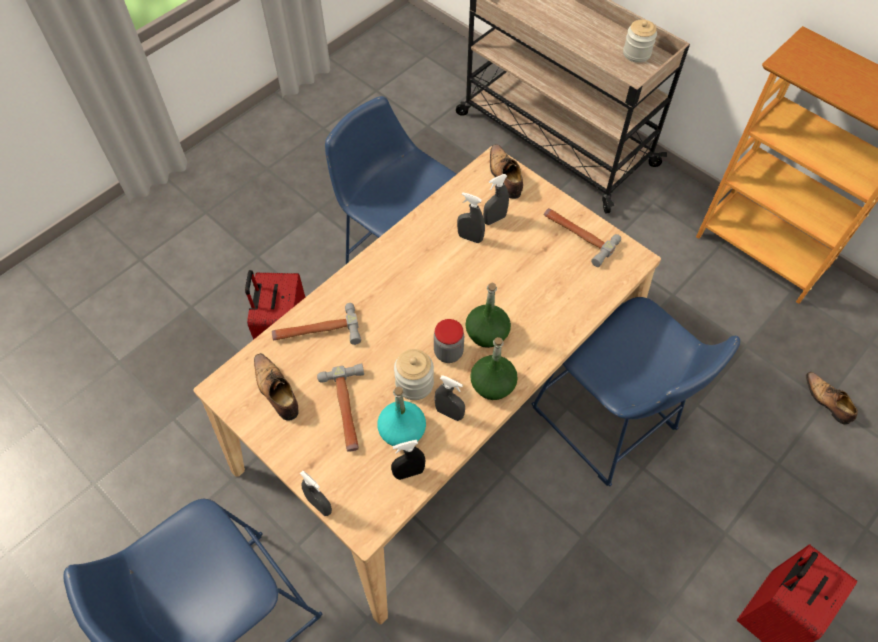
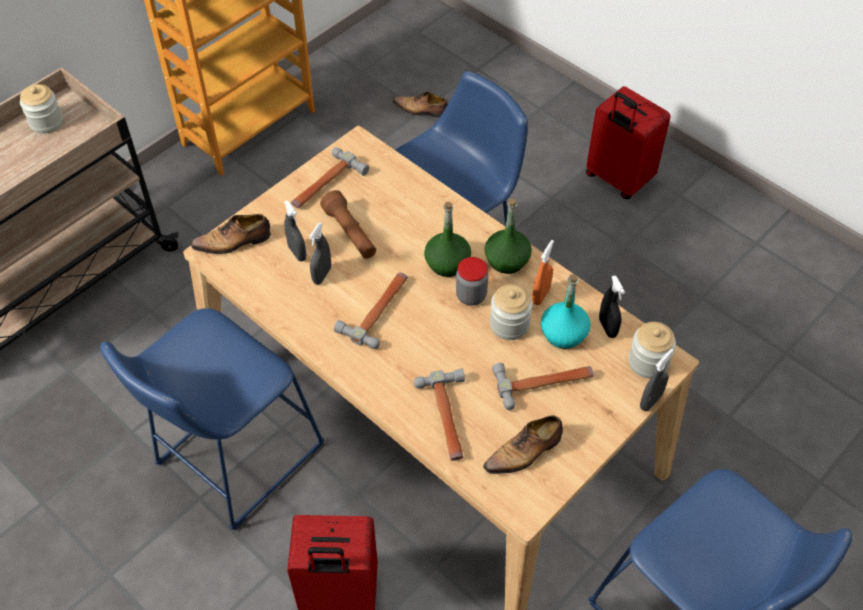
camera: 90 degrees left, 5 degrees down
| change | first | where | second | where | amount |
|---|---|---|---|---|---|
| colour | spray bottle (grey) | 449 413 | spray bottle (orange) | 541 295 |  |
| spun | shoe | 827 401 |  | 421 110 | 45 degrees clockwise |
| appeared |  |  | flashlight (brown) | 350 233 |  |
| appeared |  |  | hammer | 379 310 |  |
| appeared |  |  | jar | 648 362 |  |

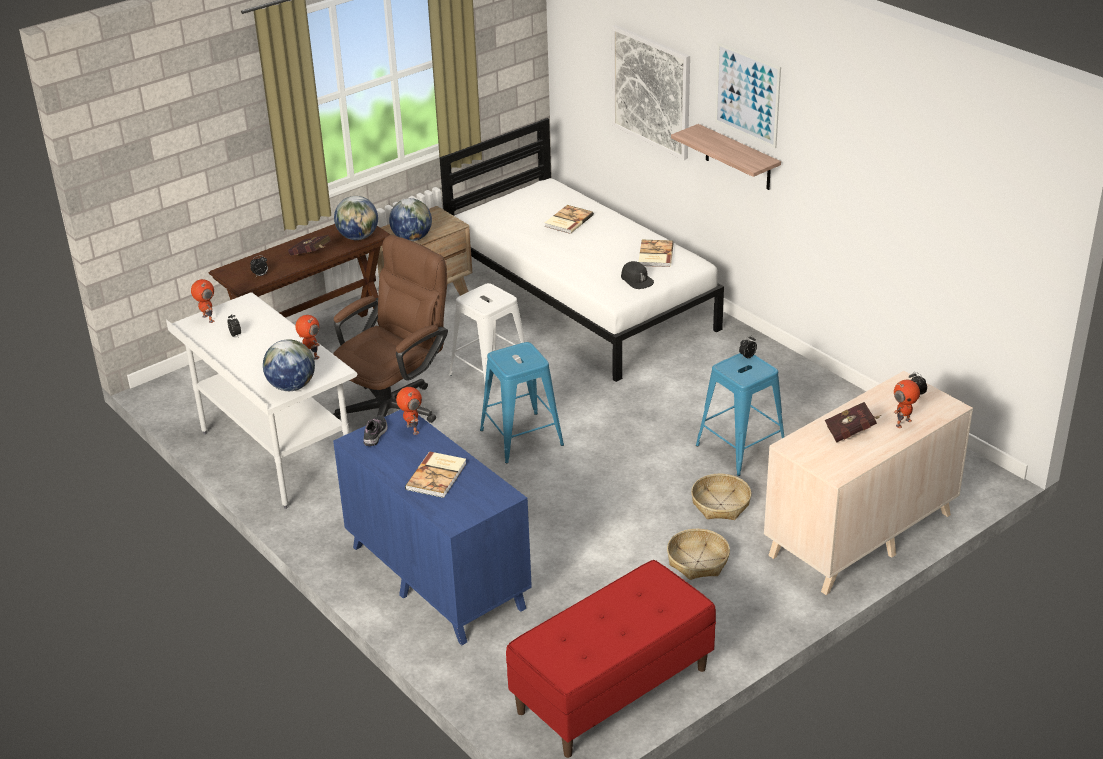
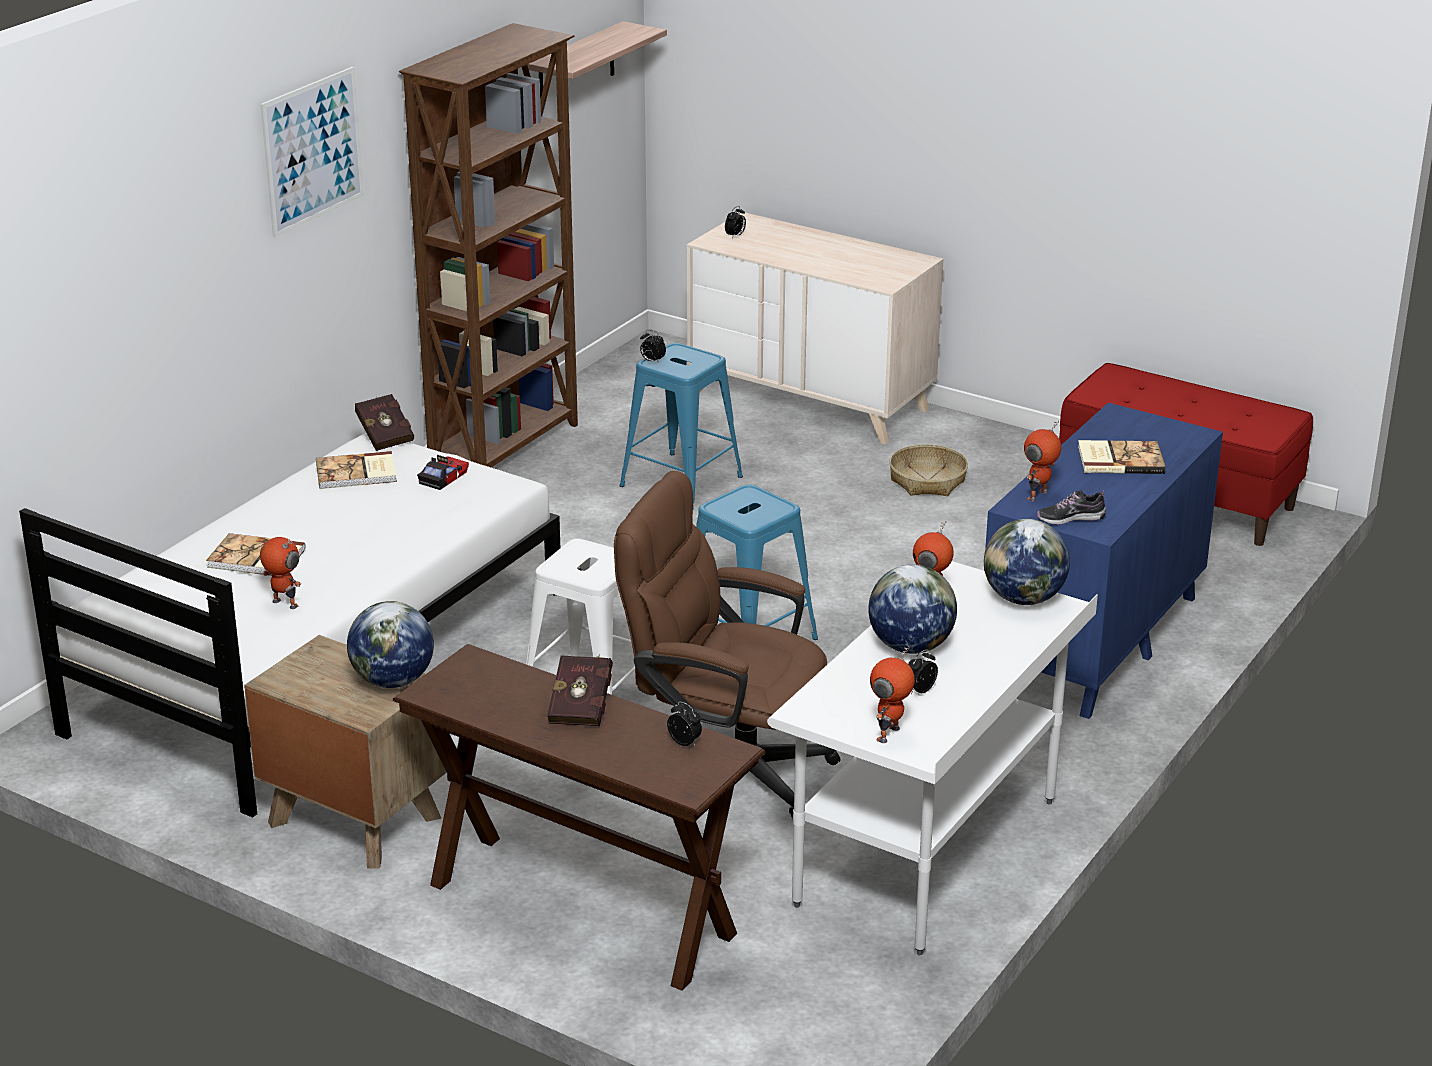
camera: 110 degrees left, 5 degrees down
| change | first | where | second | where | amount |
|---|---|---|---|---|---|
| relocated | globe | 358 237 |  | 910 646 |  |
| missing | picture | 651 91 |  |  |  |
| exchanged | cap (black) | 637 280 | toy car | 443 477 |  |
| relocated | shelf | 738 158 |  | 576 66 |  |
| missing | basket | 720 504 |  |  |  |
| relocated | book (red) | 852 432 |  | 385 435 |  |
| relocated | toy robot | 902 422 |  | 284 604 |  |
| appeared |  |  | bookcase (brown) | 507 447 |  |

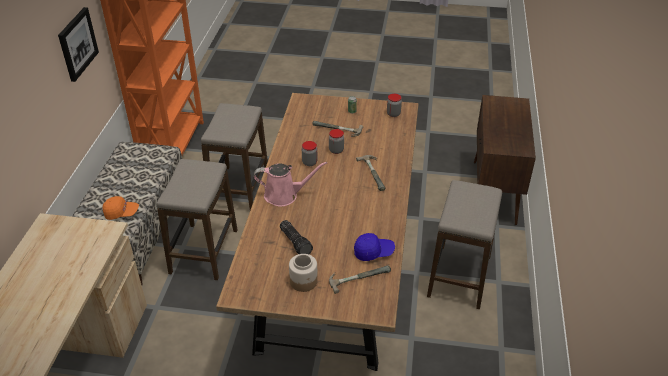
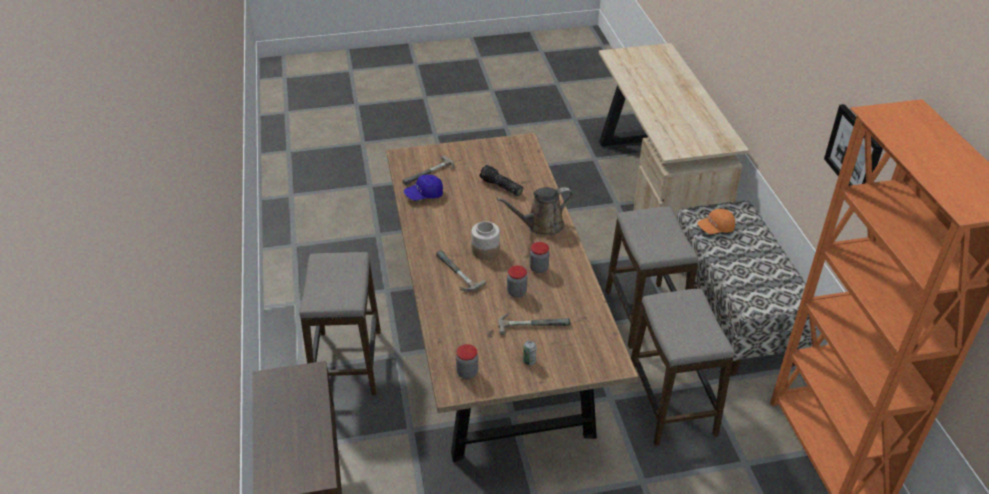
camera: 160 degrees right, 0 degrees up
| change | first | where | second | where | amount |
|---|---|---|---|---|---|
| colour | watering can (pink) | 284 195 | watering can (brown) | 541 225 |  |
| relocated | jar | 304 281 |  | 485 250 |  |

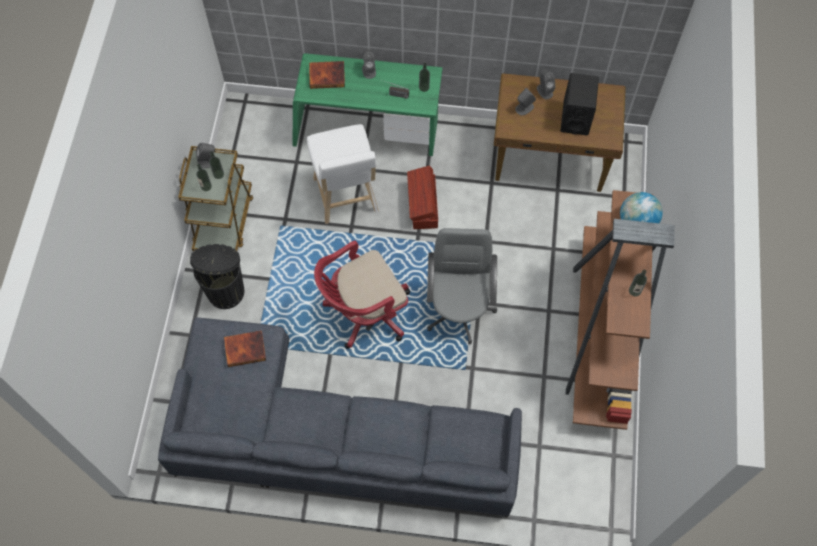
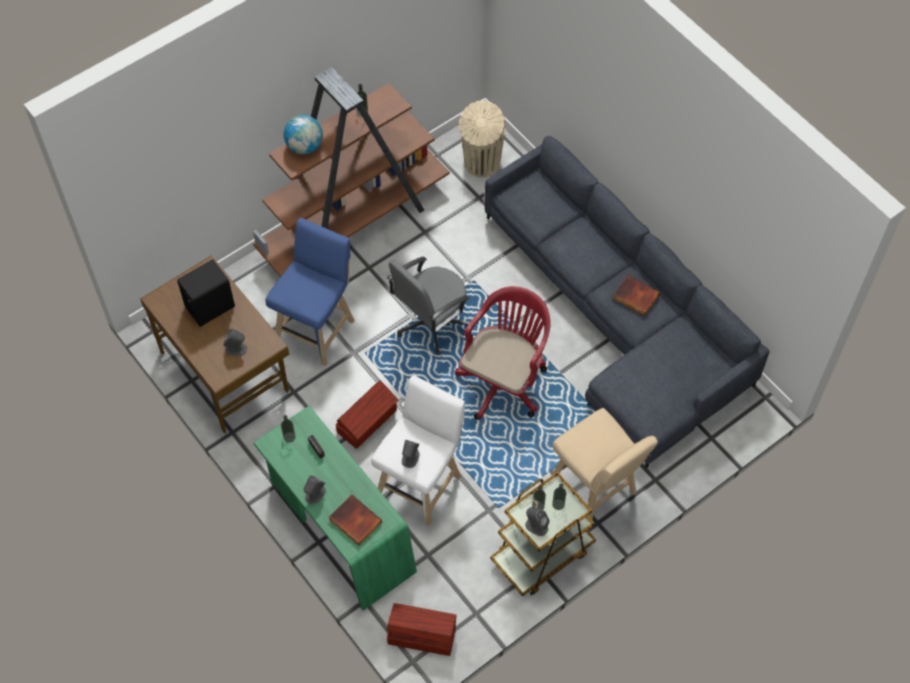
camera: 135 degrees left, 5 degrees down
| change | first | where | second | where | amount |
|---|---|---|---|---|---|
| exchanged | trash can (black) | 226 291 | stool (beige) | 595 491 |  |
| relocated | book | 245 348 |  | 635 297 |  |
| spun | office chair (red) | 364 313 |  | 504 380 | 75 degrees counterclockwise |
| relocated | speaker (grey) | 544 91 |  | 410 458 |  |
| appeared |  |  | stool (blue) | 317 328 |  |
| appeared |  |  | storage box (brown) | 421 635 |  |
| appeared |  |  | trash can (beige) | 481 164 |  |

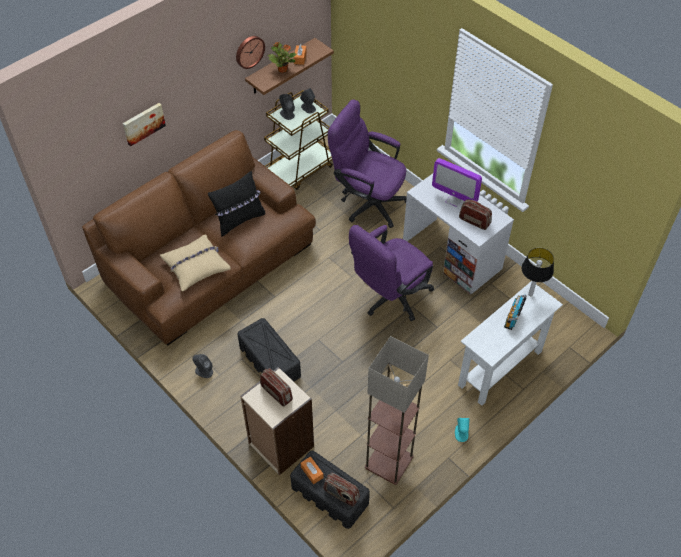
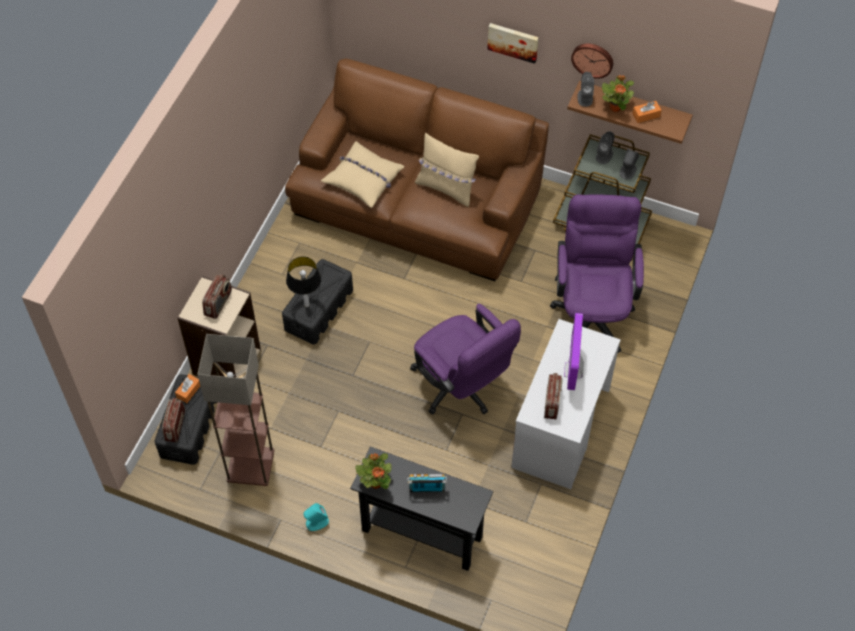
camera: 65 degrees right, 5 degrees up
| change | first | where | second | where | amount |
|---|---|---|---|---|---|
| relocated | picture | 143 123 |  | 513 41 |  |
| relocated | speaker (grey) | 203 371 |  | 585 97 |  |
| colour | pillow (black) | 239 220 | pillow (beige) | 446 188 |  |
| spun | office chair (purple) | 390 298 |  | 461 388 | 150 degrees counterclockwise |
| colour | console table (white) | 500 368 | console table (black) | 422 533 |  |
| relocated | table lamp | 530 294 |  | 307 304 |  |
| appeared |  |  | potted plant | 375 482 |  |

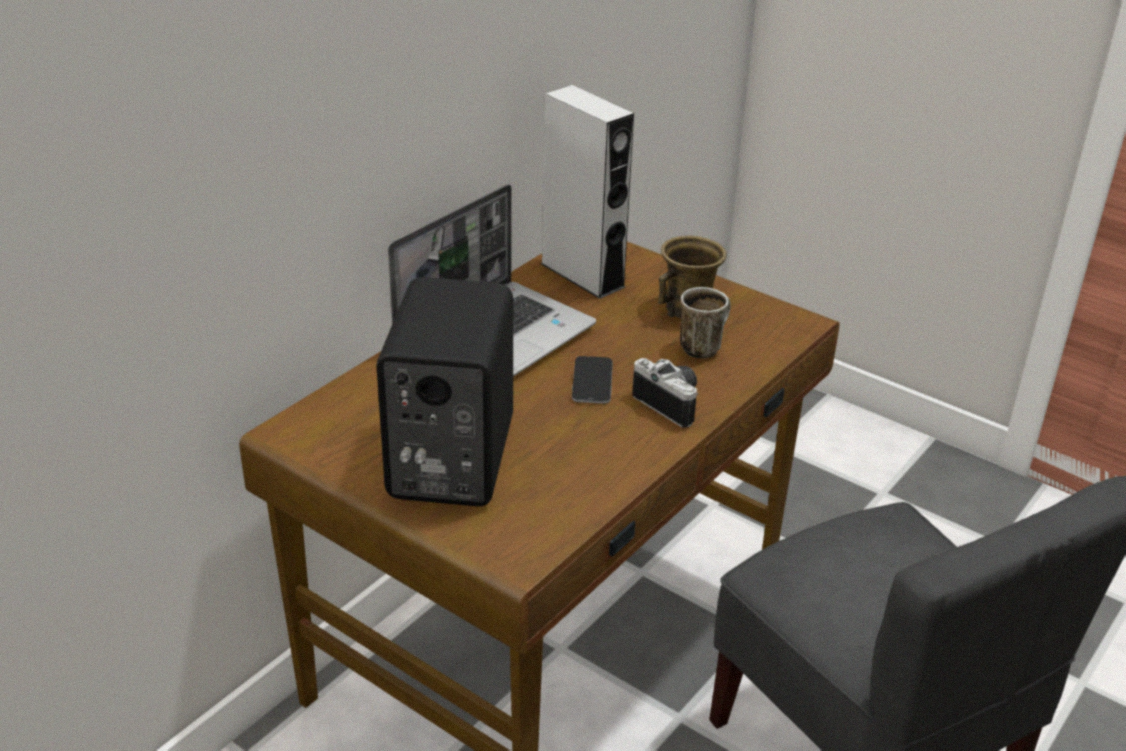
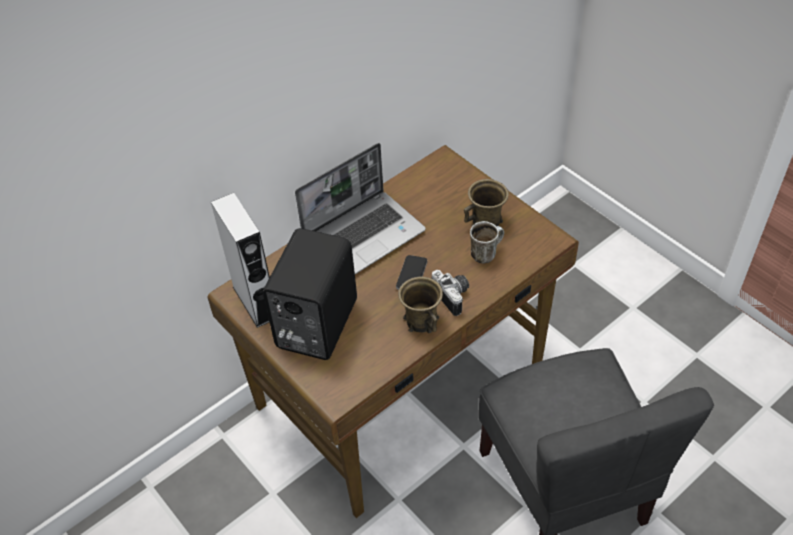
camera: 15 degrees right, 15 degrees up
| change | first | where | second | where | amount |
|---|---|---|---|---|---|
| relocated | speaker (grey) | 582 275 |  | 255 302 |  |
| appeared |  |  | mug (brown) | 421 320 |  |

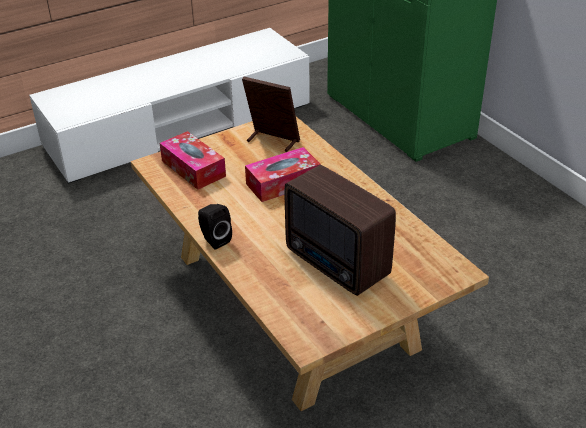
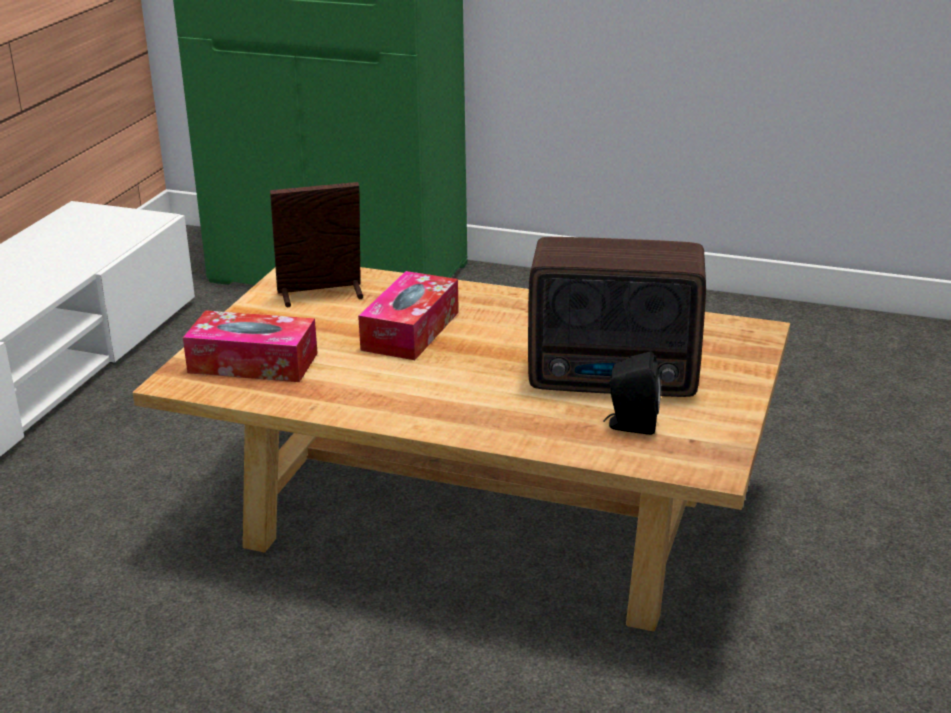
camera: 40 degrees left, 10 degrees down
| change | first | where | second | where | amount |
|---|---|---|---|---|---|
| relocated | speaker (black) | 214 239 |  | 630 425 |  |

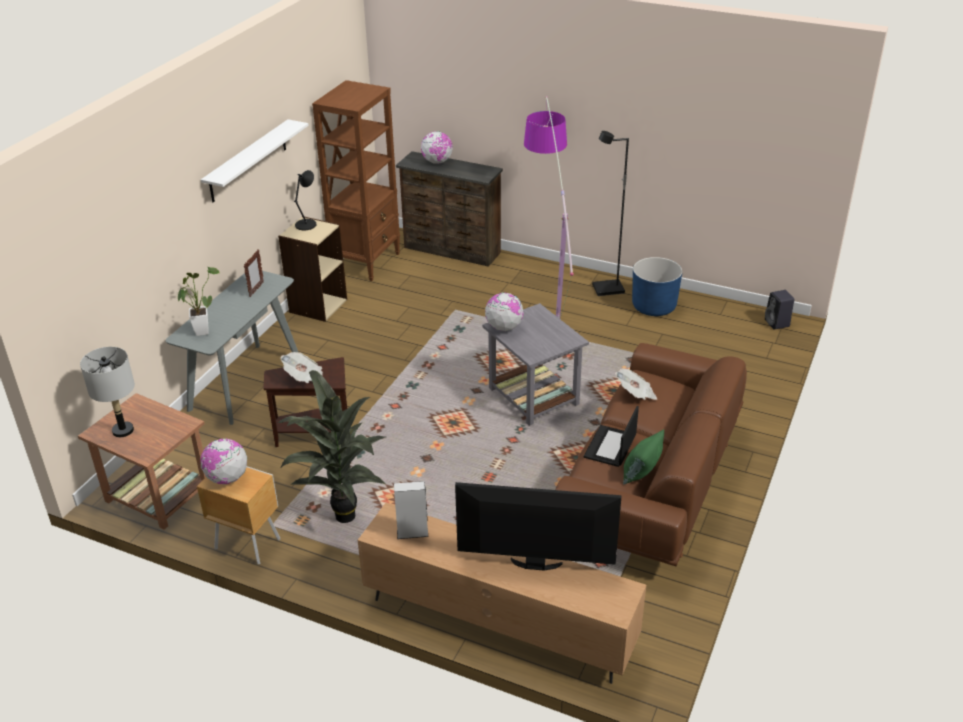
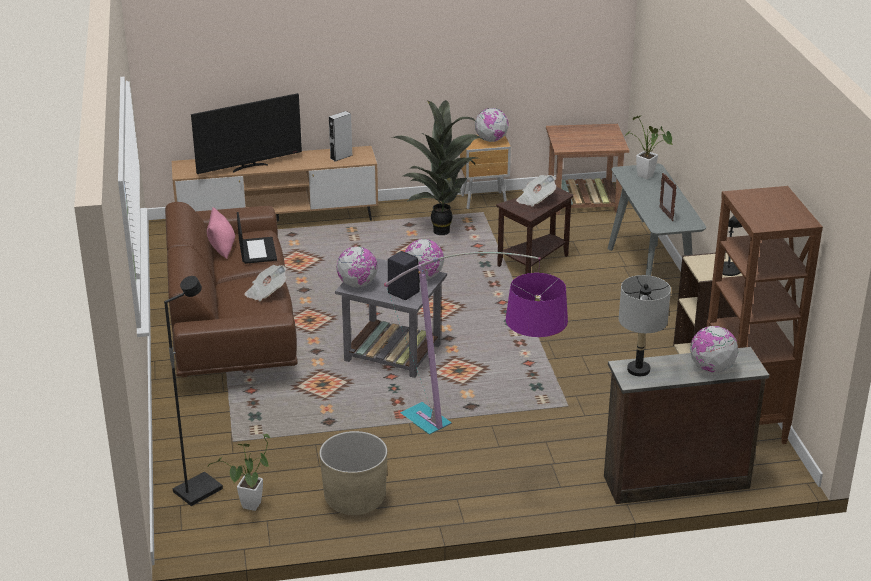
camera: 145 degrees right, 5 degrees down
| change | first | where | second | where | amount |
|---|---|---|---|---|---|
| relocated | table lamp (grey) | 123 430 |  | 638 370 |  |
| missing | shelf (white) | 248 161 |  |  |  |
| relocated | floor lamp (black) | 608 290 |  | 197 490 |  |
| colour | pillow (green) | 641 473 | pillow (pink) | 222 249 |  |
| colour | planter (blue) | 654 306 | planter (beige) | 355 499 |  |
| relocated | speaker (black) | 777 323 |  | 402 292 |  |
| appeared |  |  | potted plant | 249 508 |  |
| appeared |  |  | globe | 357 284 |  |

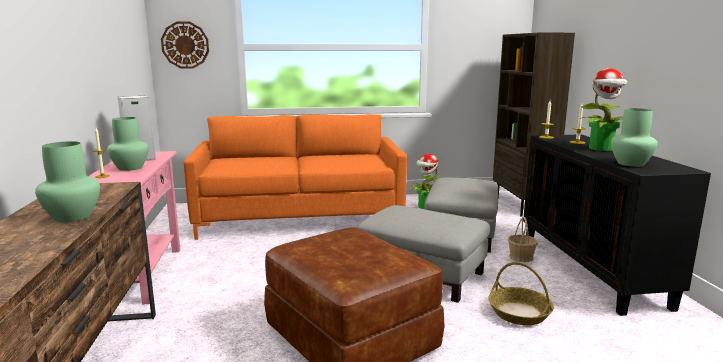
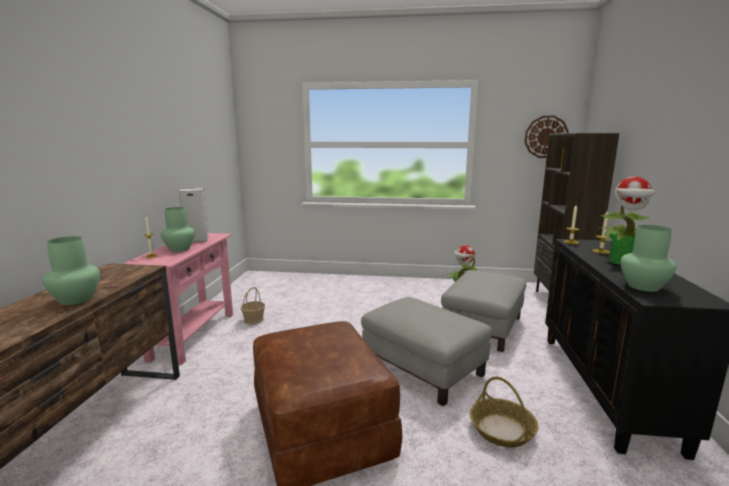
camera: 15 degrees right, 0 degrees up
| change | first | where | second | where | amount |
|---|---|---|---|---|---|
| relocated | wall clock | 185 45 |  | 546 137 |  |
| missing | sofa (orange) | 300 218 |  |  |  |
| relocated | basket | 521 257 |  | 254 320 |  |

